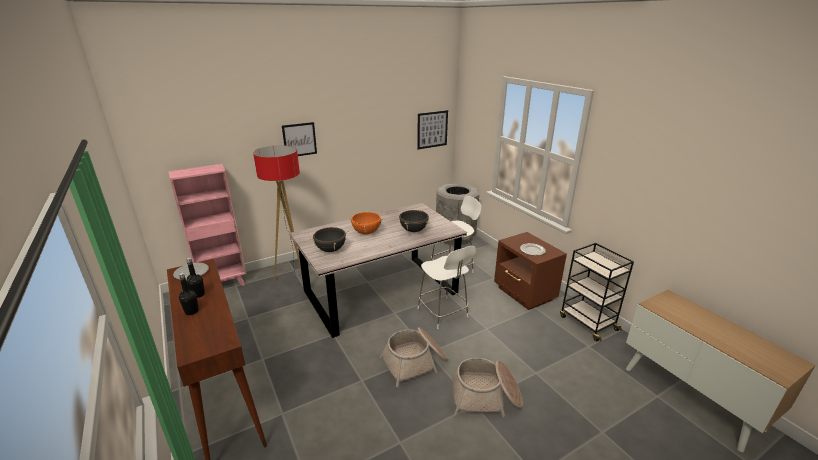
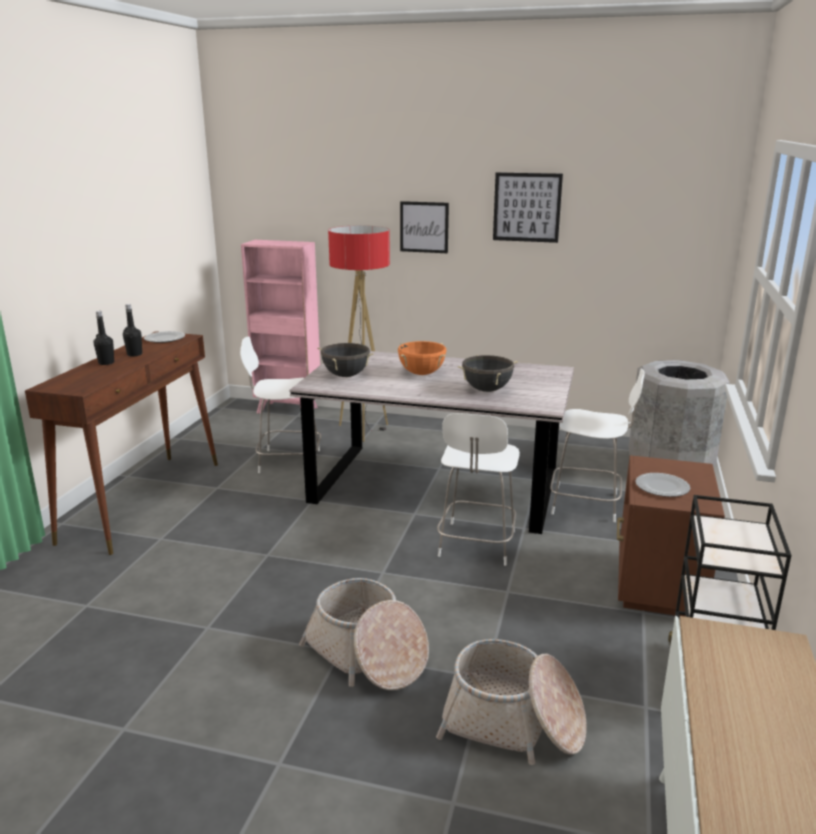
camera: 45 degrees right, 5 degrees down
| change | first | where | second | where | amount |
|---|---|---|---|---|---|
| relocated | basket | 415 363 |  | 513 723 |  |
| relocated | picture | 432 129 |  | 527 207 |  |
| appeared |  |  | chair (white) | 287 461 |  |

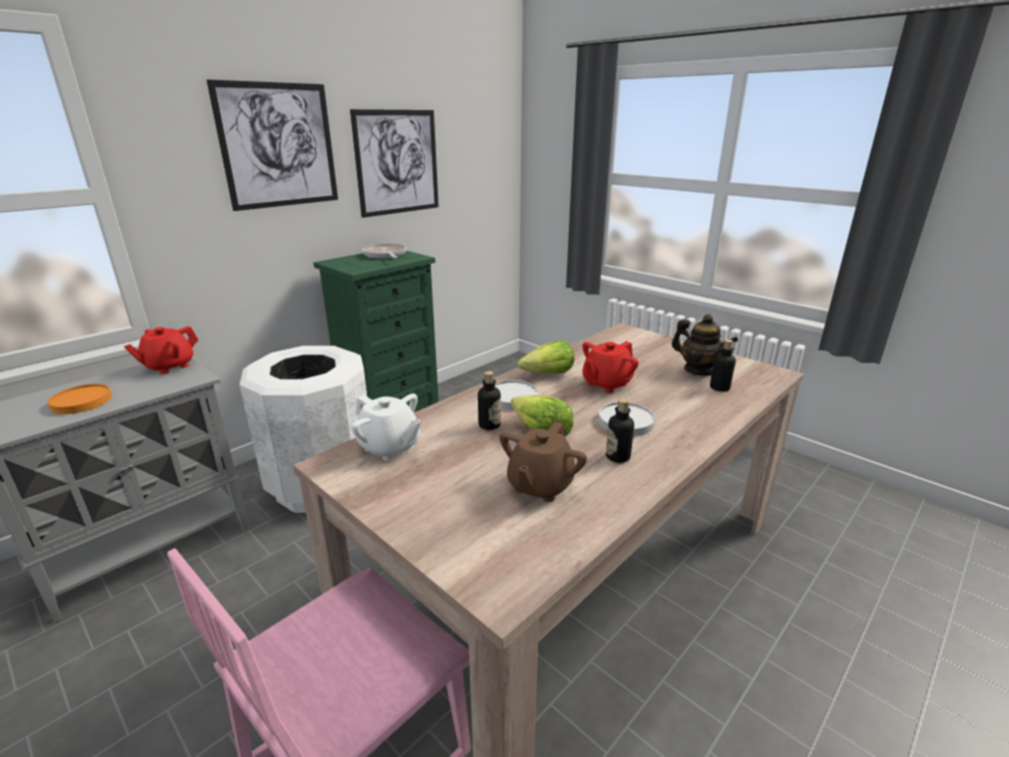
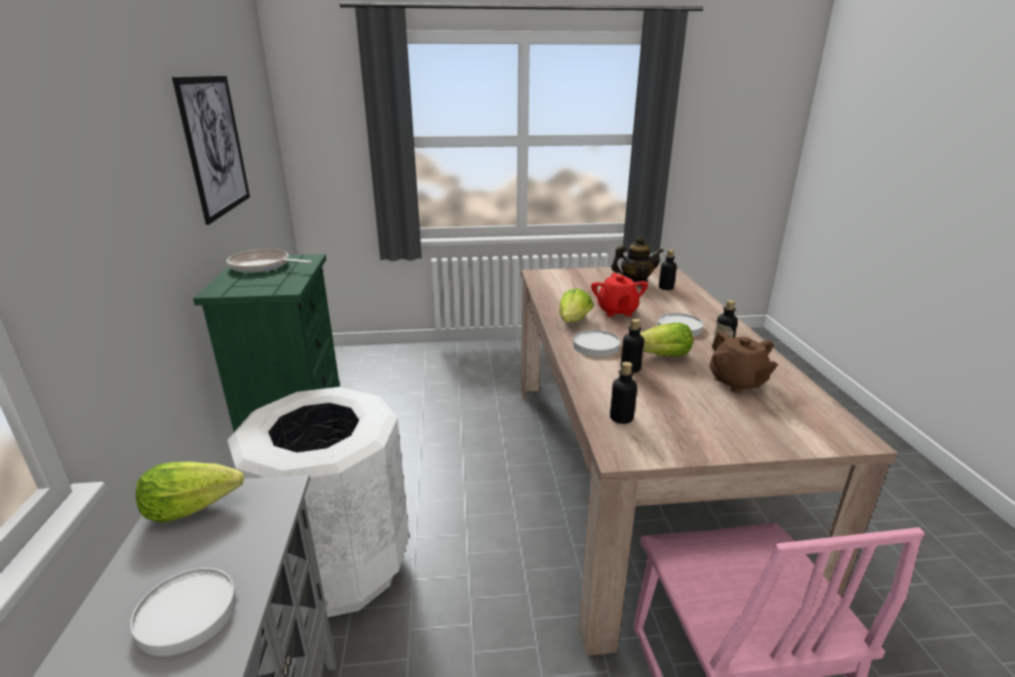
camera: 50 degrees left, 0 degrees up
| change | first | where | second | where | amount |
|---|---|---|---|---|---|
| colour | plate (orange) | 81 402 | plate (white) | 187 614 |  |
| exchanged | teapot (red) | 169 366 | lettuce | 192 506 |  |
| missing | picture | 278 146 |  |  |  |
| exchanged | teapot (white) | 389 447 | bottle | 621 418 |  |

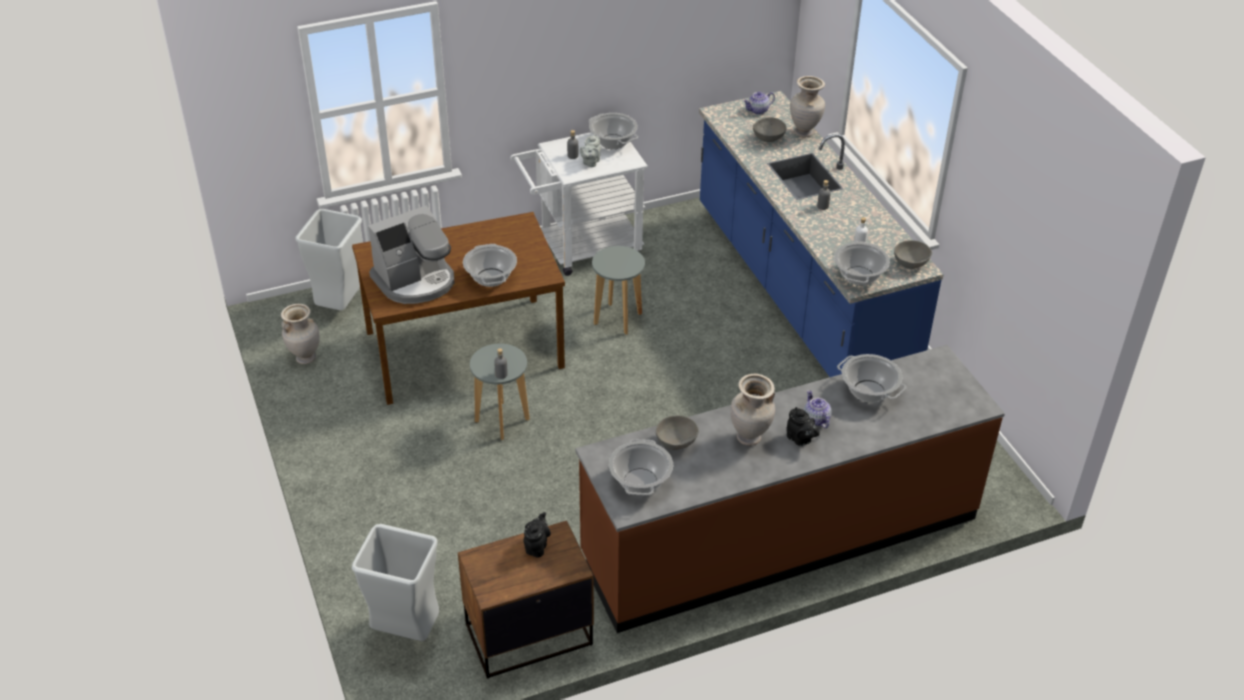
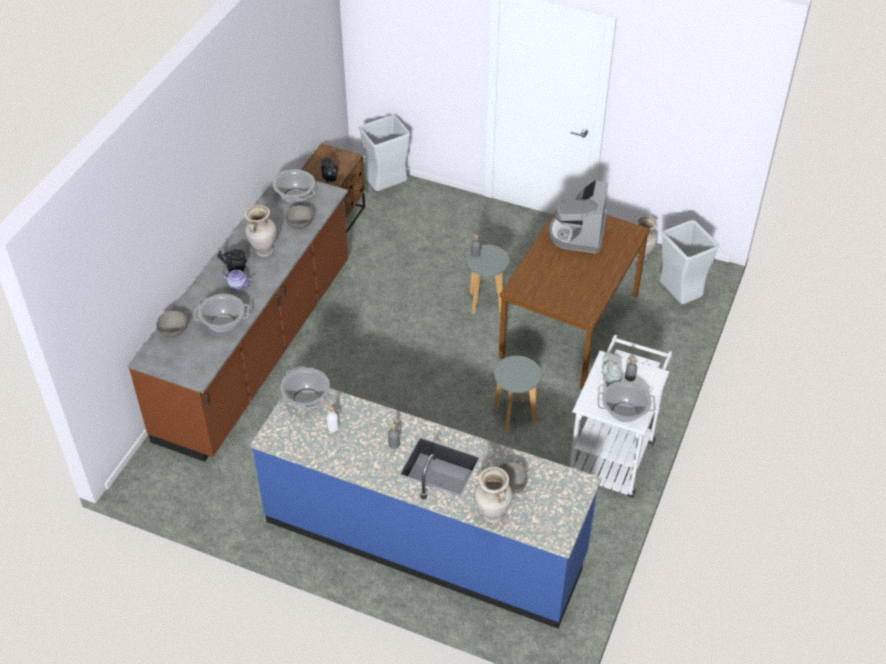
camera: 135 degrees right, 5 degrees up
| change | first | where | second | where | amount |
|---|---|---|---|---|---|
| missing | cooking pot | 490 277 |  |  |  |
| missing | teapot | 758 110 |  |  |  |
| relocated | bowl (grey) | 911 263 |  | 173 331 |  |

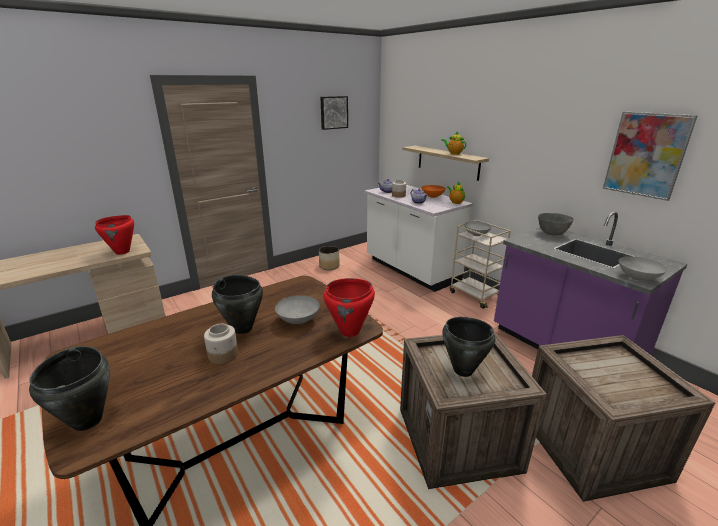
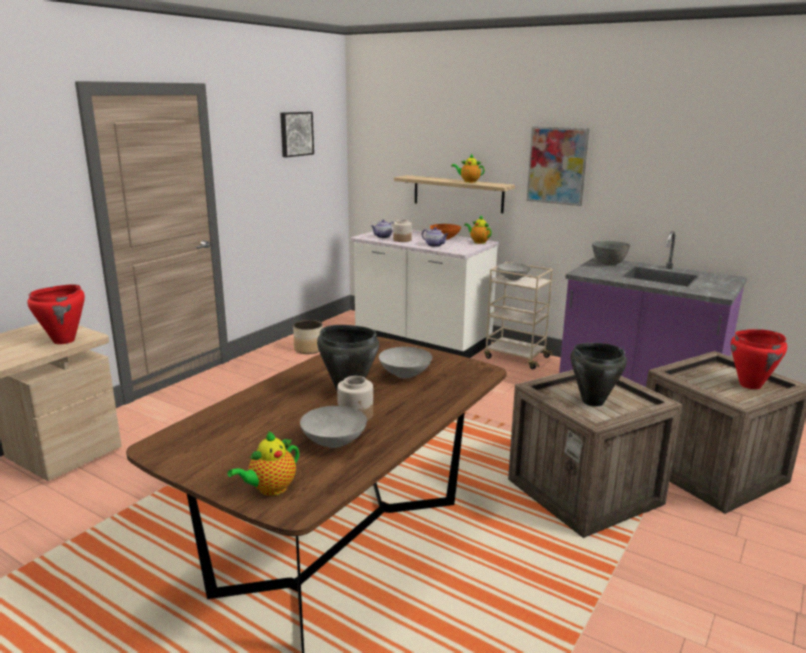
camera: 20 degrees left, 5 degrees down
| change | first | where | second | where | amount |
|---|---|---|---|---|---|
| exchanged | cooking pot (black) | 88 420 | teapot | 270 489 |  |
| relocated | cooking pot (red) | 350 331 |  | 751 385 |  |
| relocated | picture | 646 155 |  | 557 165 |  |
| relocated | bowl (grey) | 637 278 |  | 333 442 |  |

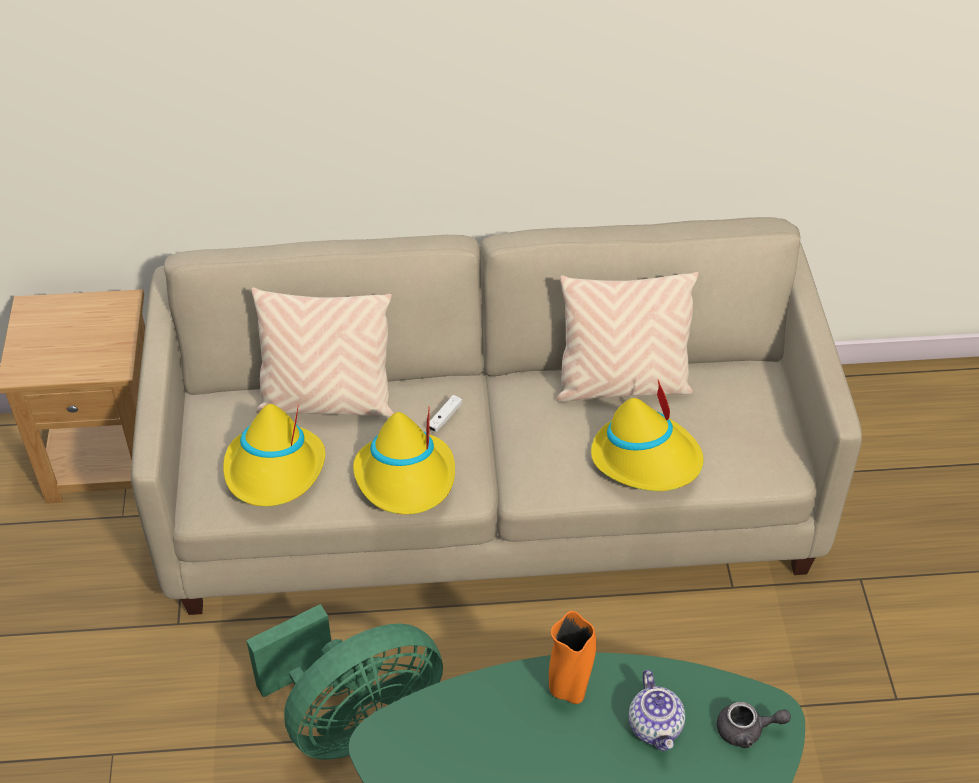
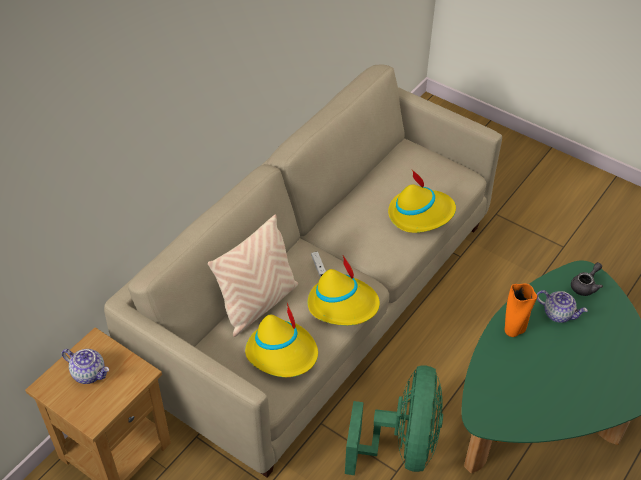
camera: 50 degrees left, 0 degrees up
| change | first | where | second | where | amount |
|---|---|---|---|---|---|
| missing | pillow (beige) | 622 385 |  |  |  |
| appeared |  |  | teapot | 89 373 |  |

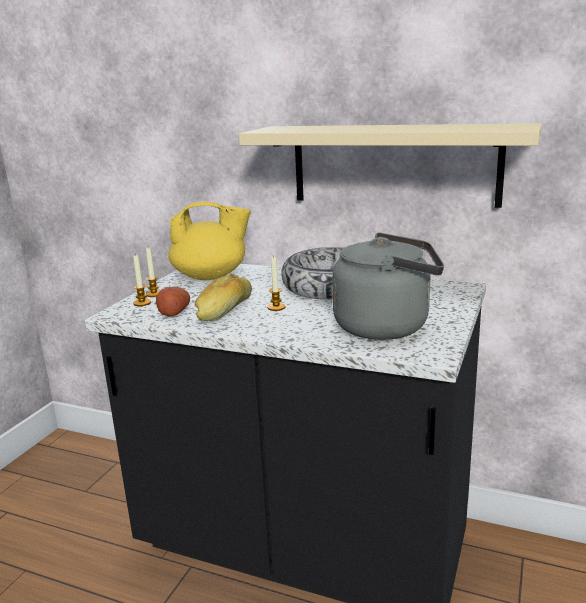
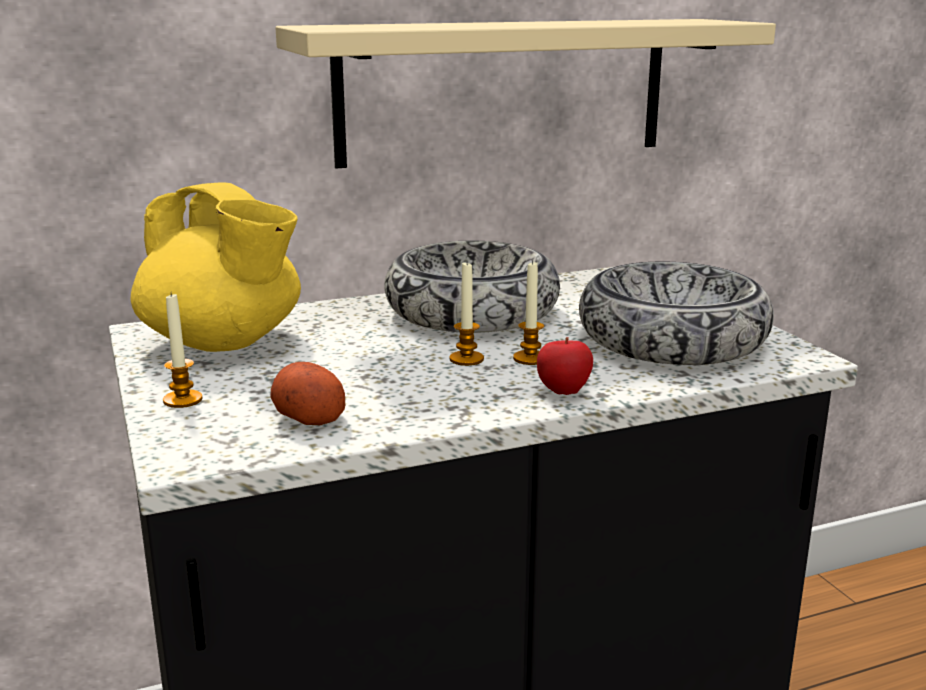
camera: 45 degrees left, 0 degrees up
| change | first | where | second | where | amount |
|---|---|---|---|---|---|
| relocated | candle | 142 303 |  | 530 358 |  |
| spun | teapot (yellow) | 211 276 |  | 224 343 | 90 degrees clockwise |
| missing | bread | 225 310 |  |  |  |
| exchanged | kettle (grey) | 387 326 | bowl | 672 340 |  |
| appeared |  |  | apple | 563 392 |  |

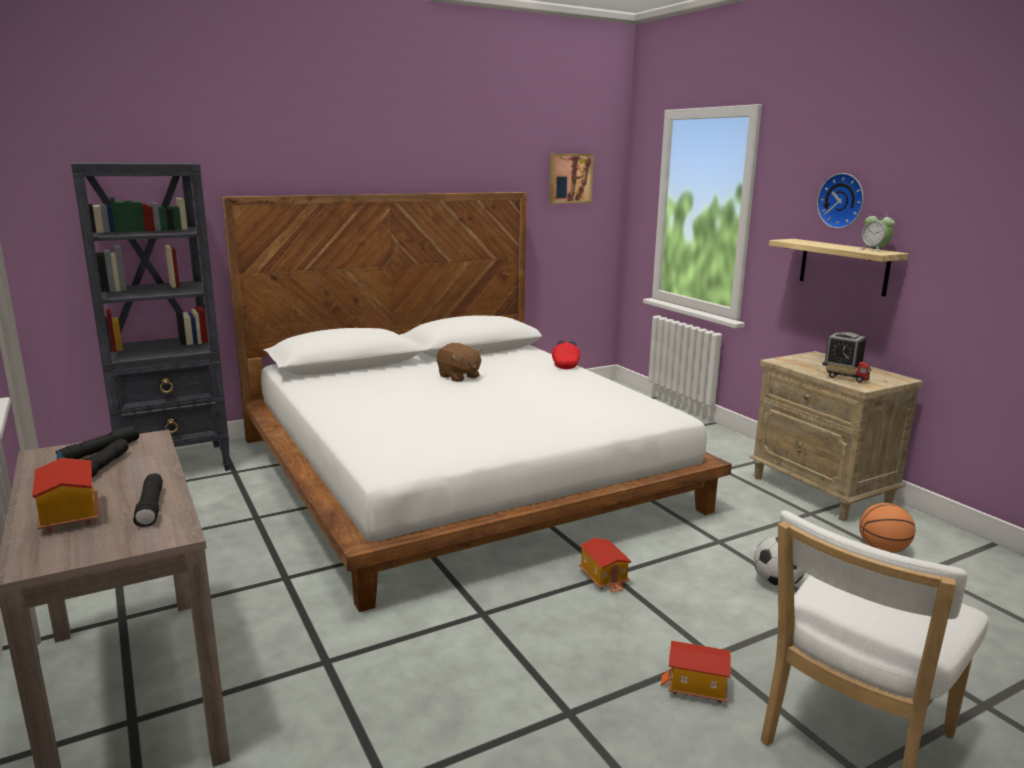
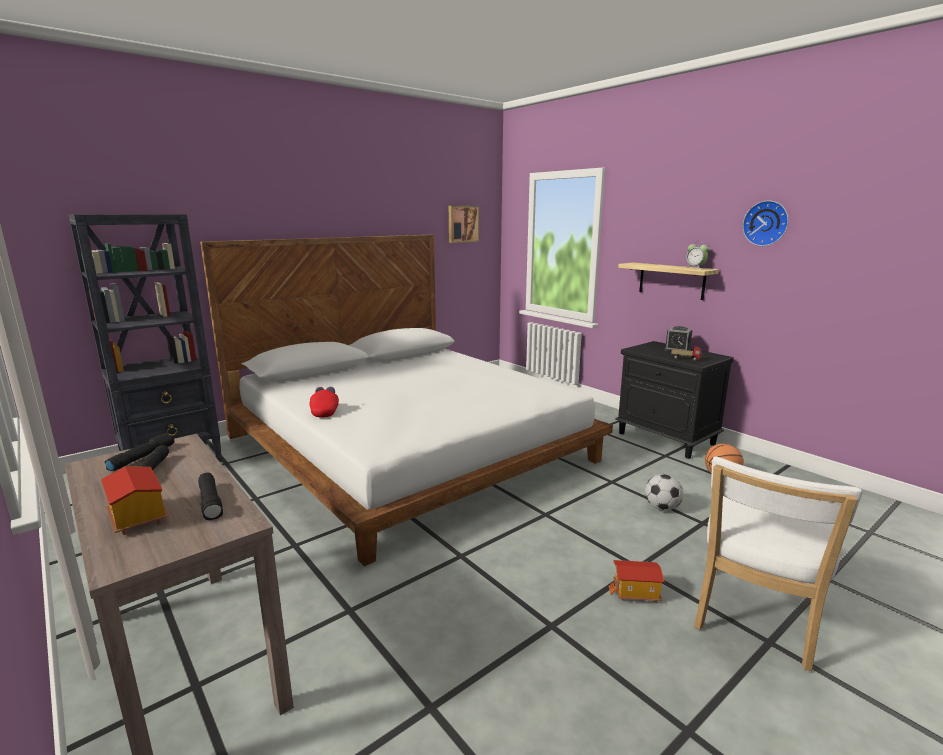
camera: 10 degrees left, 0 degrees up
| change | first | where | second | where | amount |
|---|---|---|---|---|---|
| missing | plush toy (brown) | 459 377 |  |  |  |
| relocated | cap (red) | 565 364 |  | 325 411 |  |
| missing | toy house | 604 578 |  |  |  |
| colour | nightstand (beige) | 822 491 | nightstand (black) | 667 439 |  |
| relocated | wall clock | 842 200 |  | 766 223 |  |

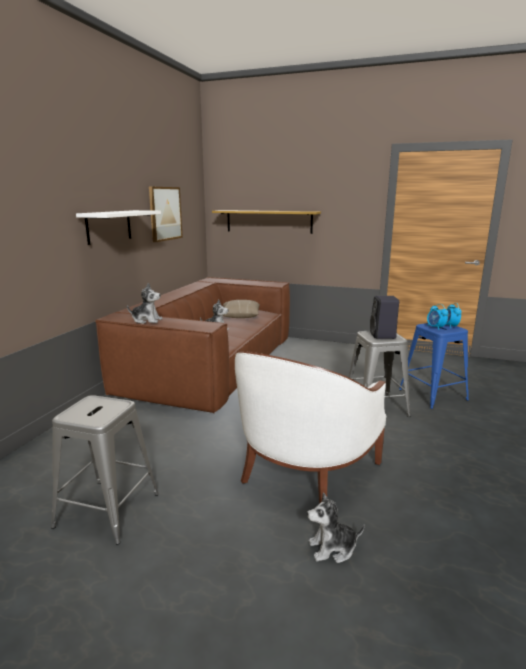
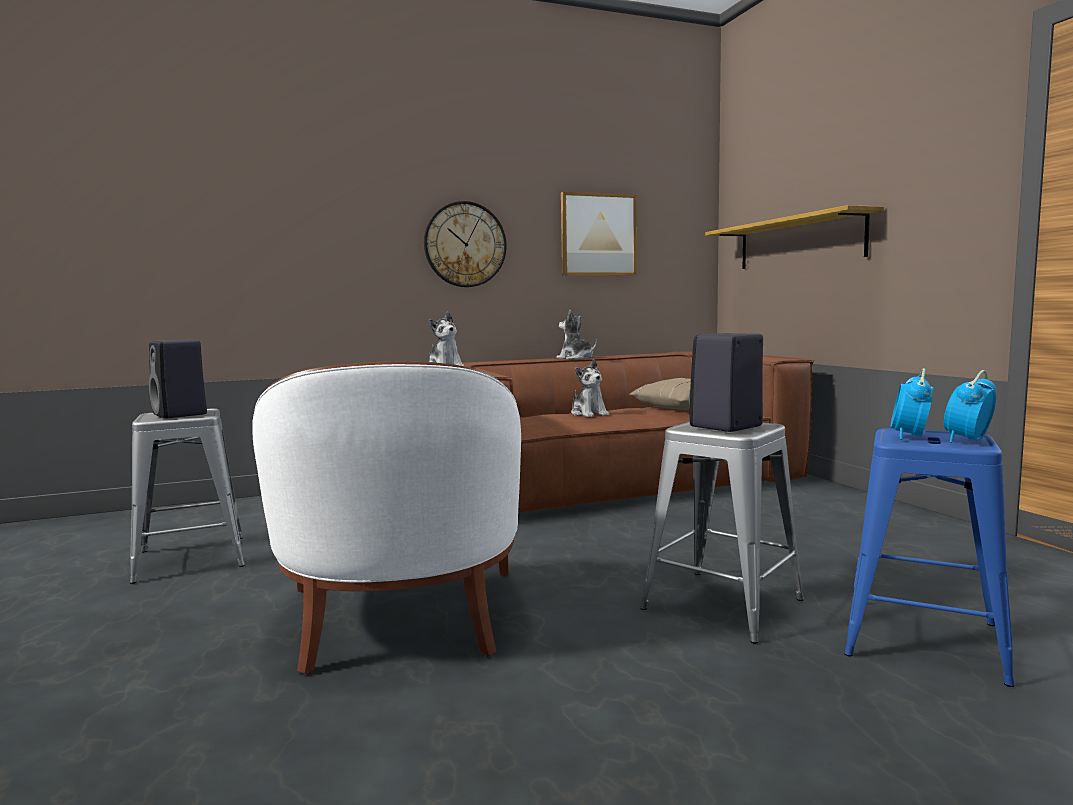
camera: 50 degrees right, 10 degrees down
| change | first | where | second | where | amount |
|---|---|---|---|---|---|
| exchanged | shelf (white) | 109 226 | wall clock | 465 244 |  |
| spun | armchair (white) | 304 470 |  | 401 618 | 90 degrees counterclockwise |
| relocated | plush toy | 332 548 |  | 576 358 |  |
| appeared |  |  | speaker (black) | 181 414 |  |

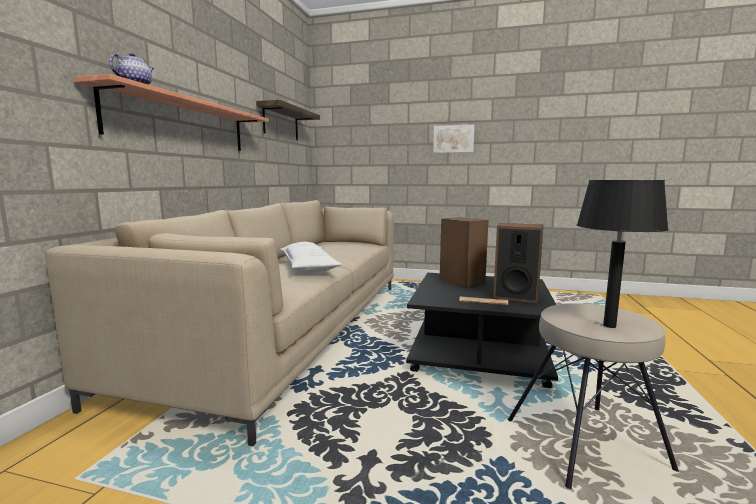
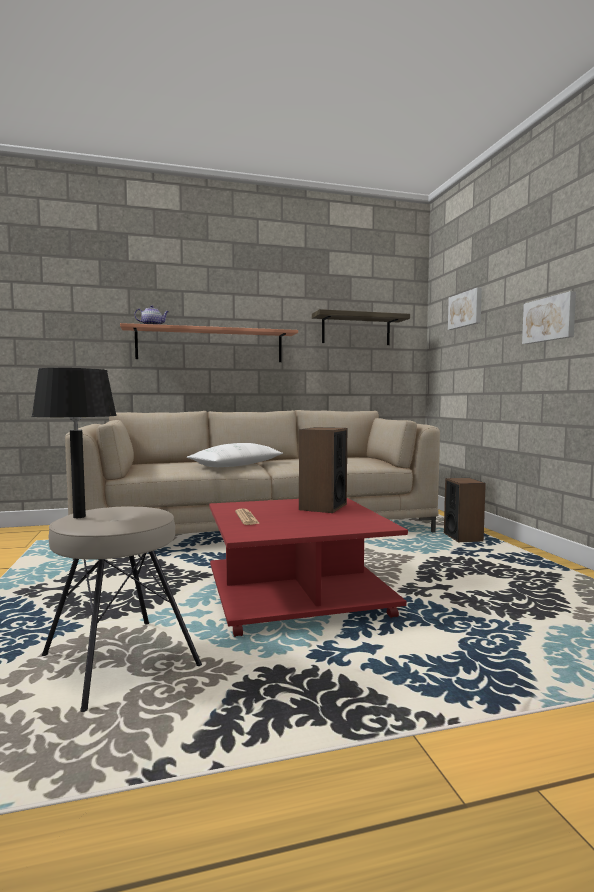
camera: 60 degrees right, 5 degrees down
| change | first | where | second | where | amount |
|---|---|---|---|---|---|
| colour | coffee table (black) | 477 352 | coffee table (red) | 298 594 |  |
| relocated | speaker | 516 296 |  | 463 538 |  |
| appeared |  |  | picture | 466 309 |  |

